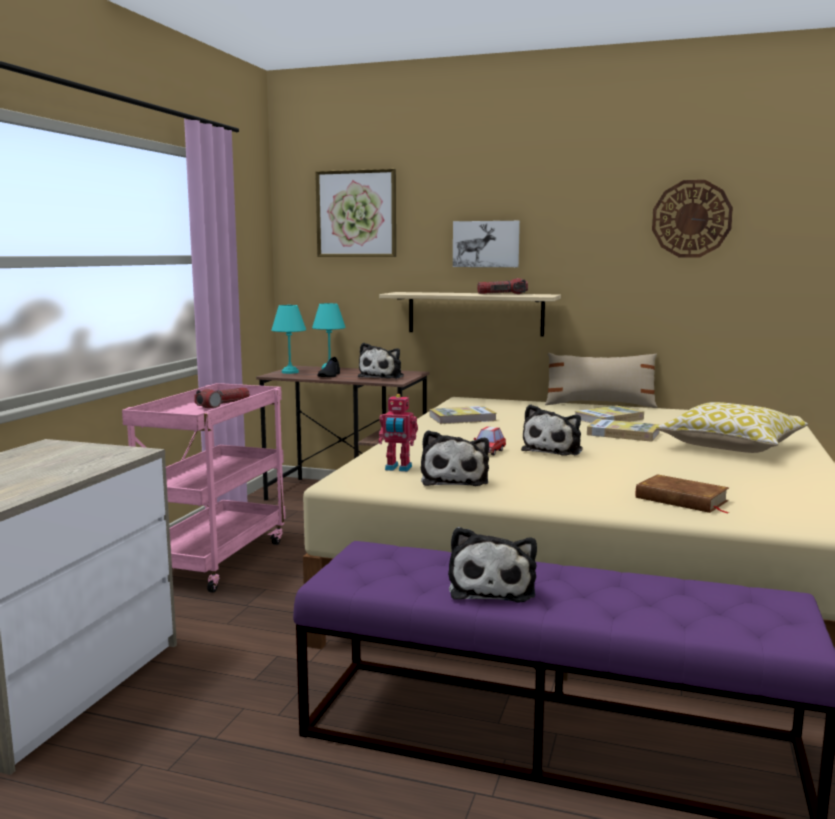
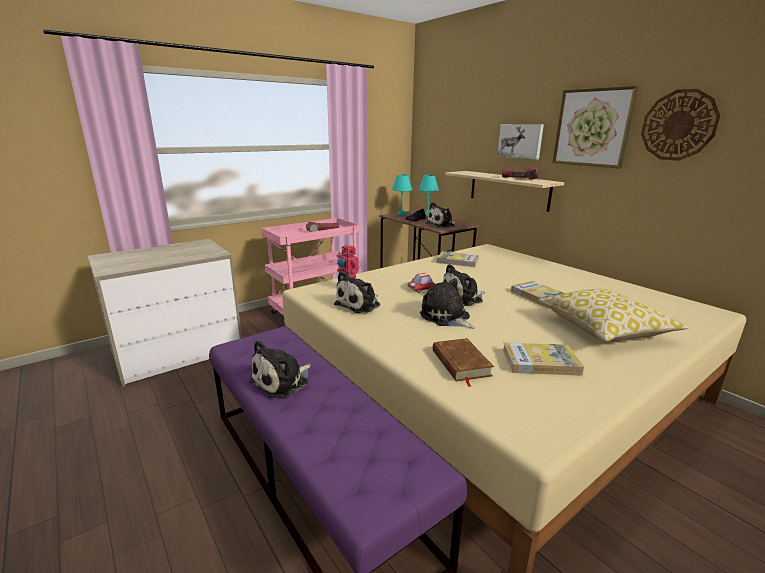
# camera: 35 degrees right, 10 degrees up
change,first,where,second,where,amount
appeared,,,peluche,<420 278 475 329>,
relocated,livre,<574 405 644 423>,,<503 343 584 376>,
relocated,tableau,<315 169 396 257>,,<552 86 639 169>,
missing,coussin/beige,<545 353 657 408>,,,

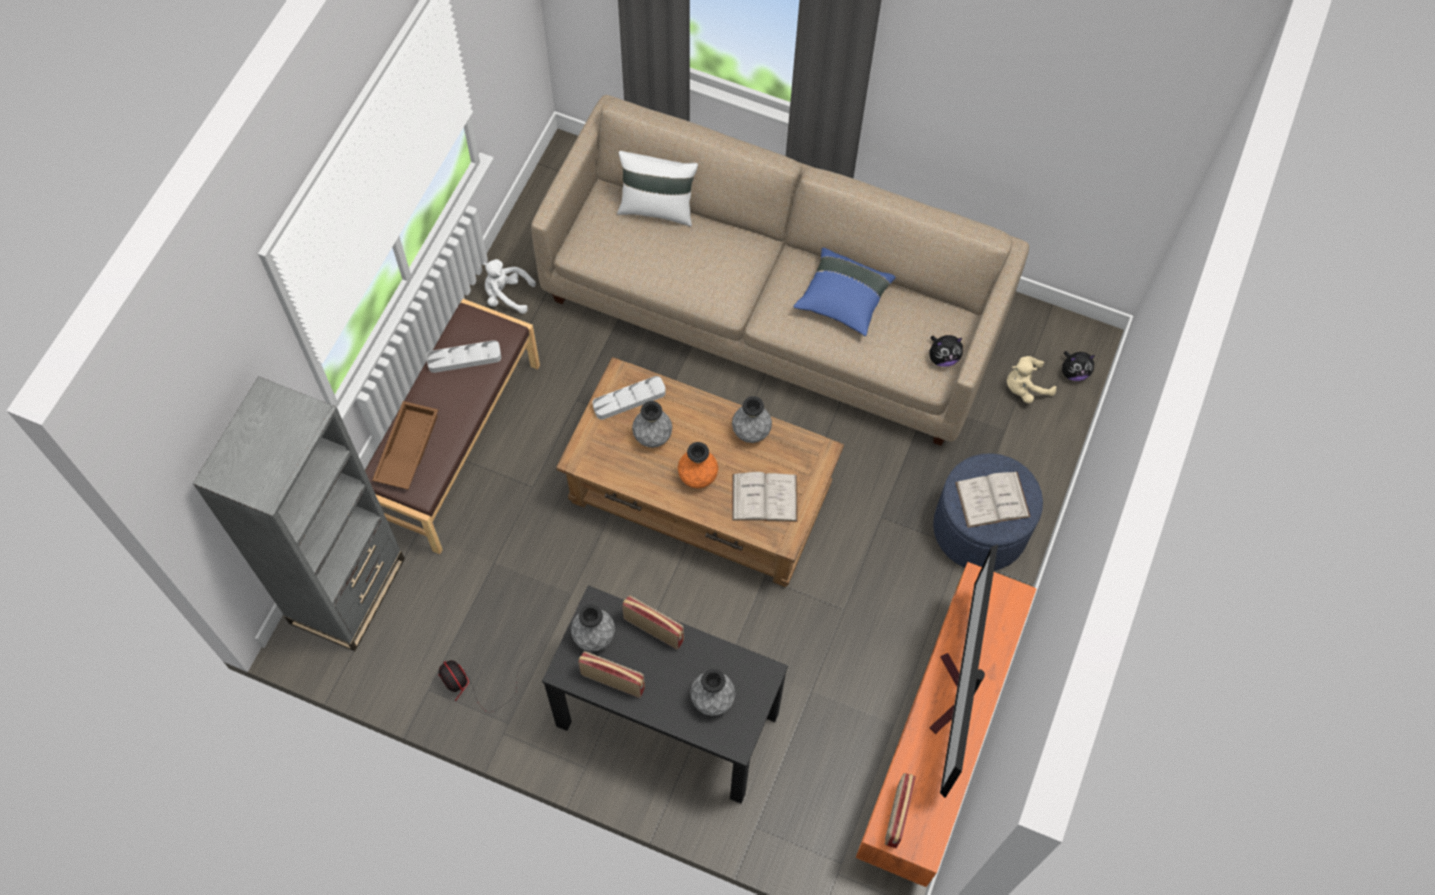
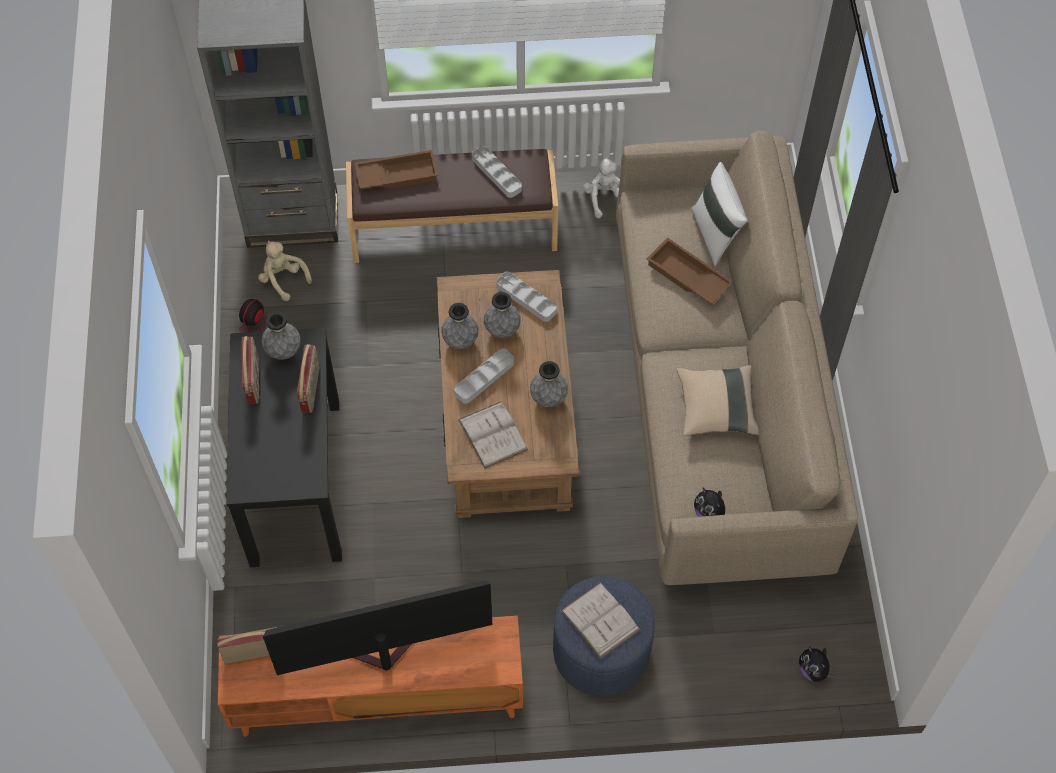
# camera: 65 degrees right, 5 degrees down
change,first,where,second,where,amount
relocated,peluche/beige,<1007 356 1056 404>,,<258 240 312 301>,
relocated,vase/gris,<690 669 735 716>,,<441 303 479 349>,
exchanged,vase/orange,<678 442 718 489>,plateau/gris,<454 349 514 404>,
appeared,,,plateau/marron,<647 238 733 304>,
colour,coussin/bleu,<793 248 896 336>,coussin/beige,<677 365 758 436>,

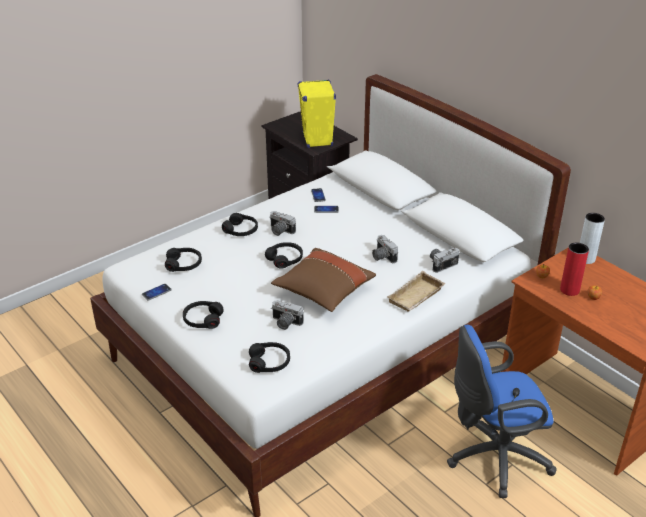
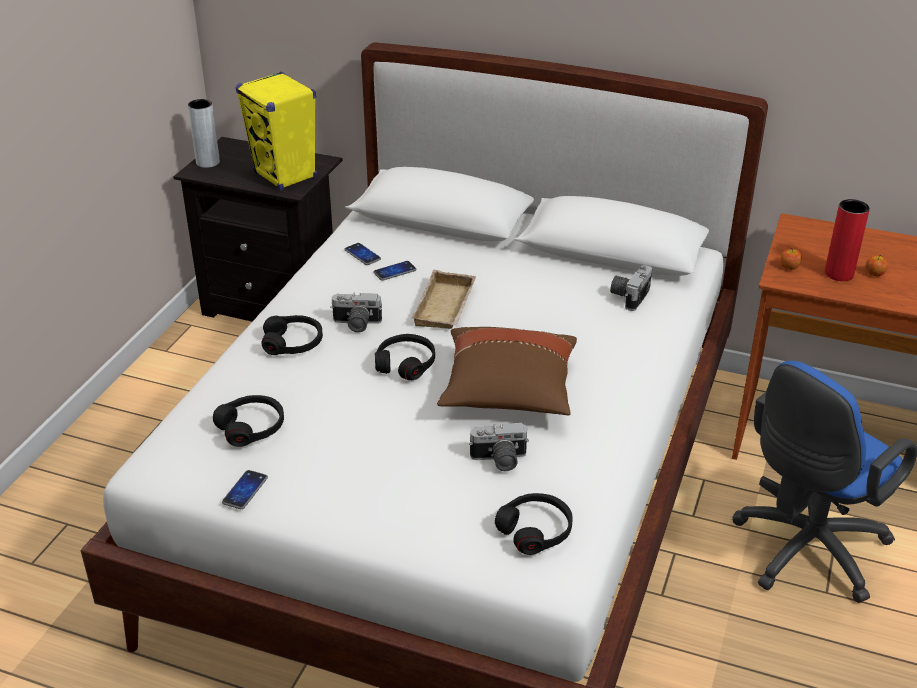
# camera: 30 degrees left, 0 degrees up
change,first,where,second,where,amount
relocated,vase/gris,<580 213 605 264>,,<188 99 220 168>,
relocated,plateau/beige,<387 271 446 312>,,<411 270 476 329>,
missing,casque audio/noir,<183 301 224 329>,,,
missing,appareil photo,<372 235 398 263>,,,

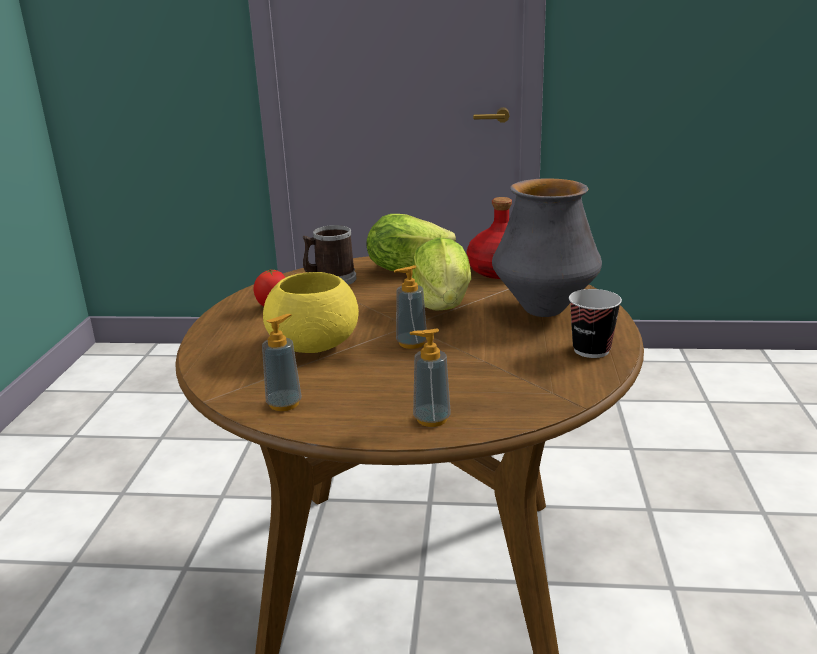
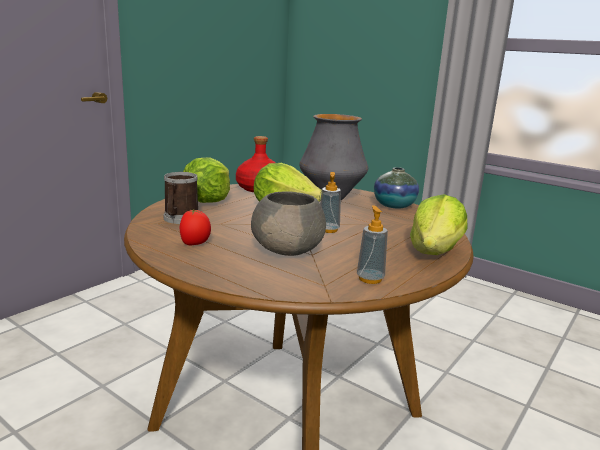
# camera: 60 degrees left, 5 degrees down
change,first,where,second,where,amount
colour,bol/jaune,<263 272 359 353>,bol/gris,<251 191 326 256>,
exchanged,tasse,<569 289 622 358>,vase,<374 167 419 209>,
exchanged,distributeur de savon,<410 329 451 427>,laitue,<410 194 467 255>,

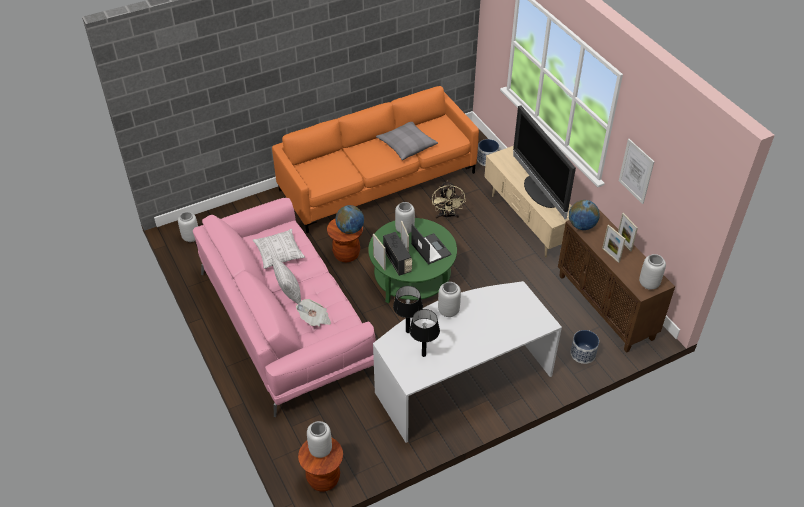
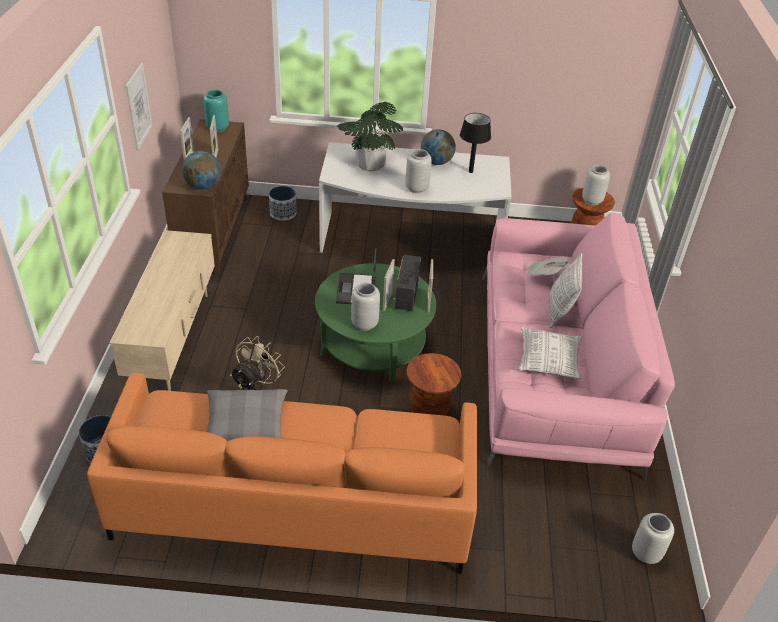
# camera: 150 degrees left, 5 degrees down
change,first,where,second,where,amount
colour,vase/gris,<639 254 666 290>,vase/turquoise,<204 90 229 132>,
appeared,,,plante en pot,<336 102 404 172>,
relocated,globe,<335 205 364 234>,,<421 129 456 165>,
missing,lampe de table/noir,<393 286 423 333>,,,
missing,téléviseur,<513 106 576 219>,,,

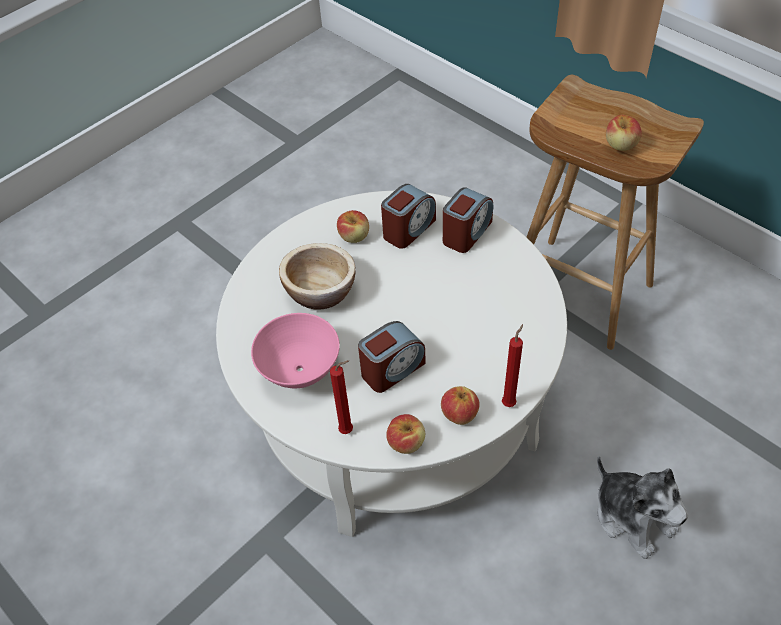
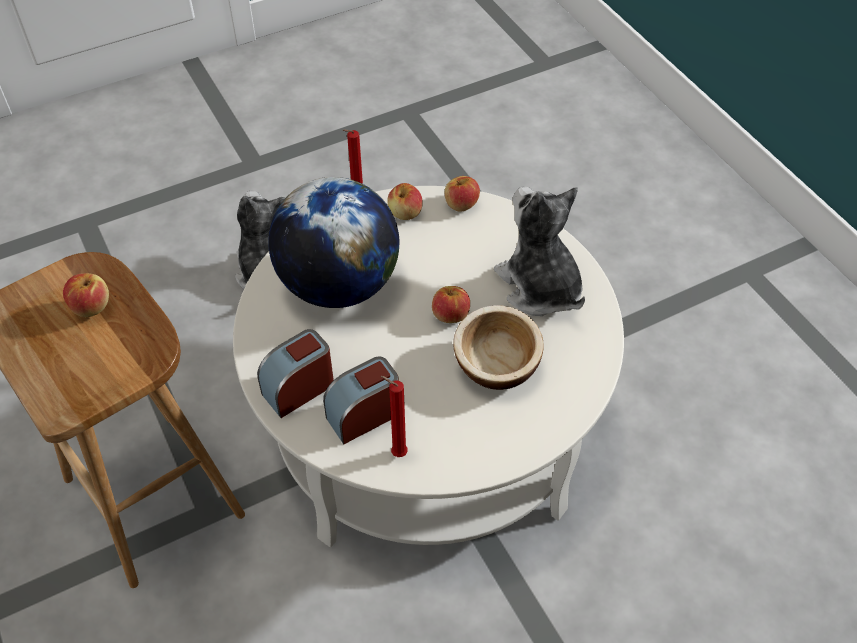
# camera: 165 degrees left, 0 degrees up
change,first,where,second,where,amount
appeared,,,globe,<268 177 400 308>,
relocated,bougie/rouge,<330 360 353 434>,,<381 376 408 457>,
relocated,pomme,<337 210 369 243>,,<432 286 470 323>,
exchanged,bol/rose,<251 313 340 388>,peluche,<494 187 585 316>,
missing,réveil,<358 321 426 393>,,,

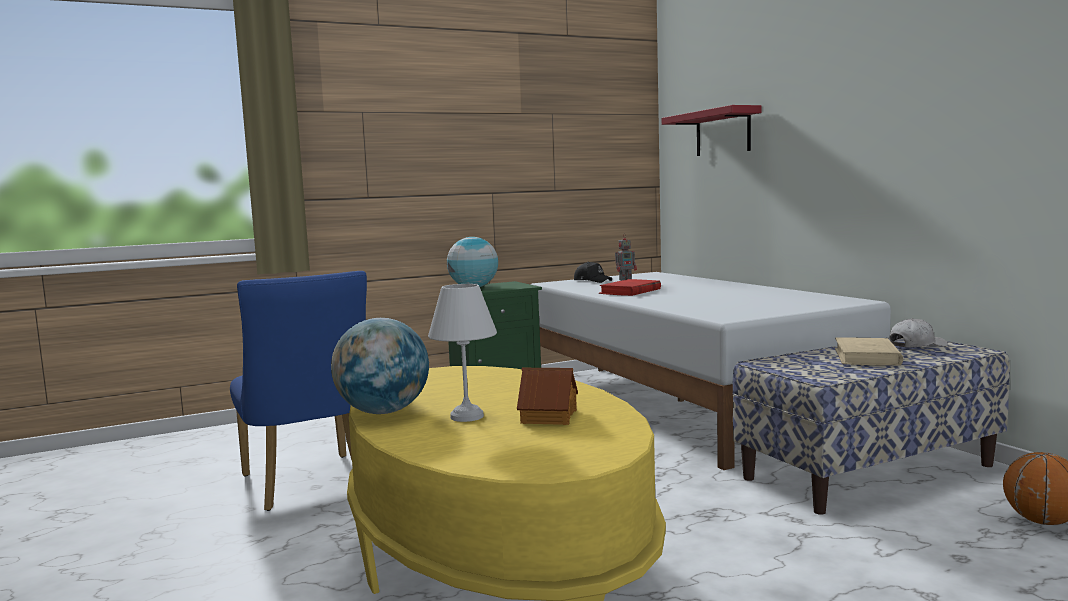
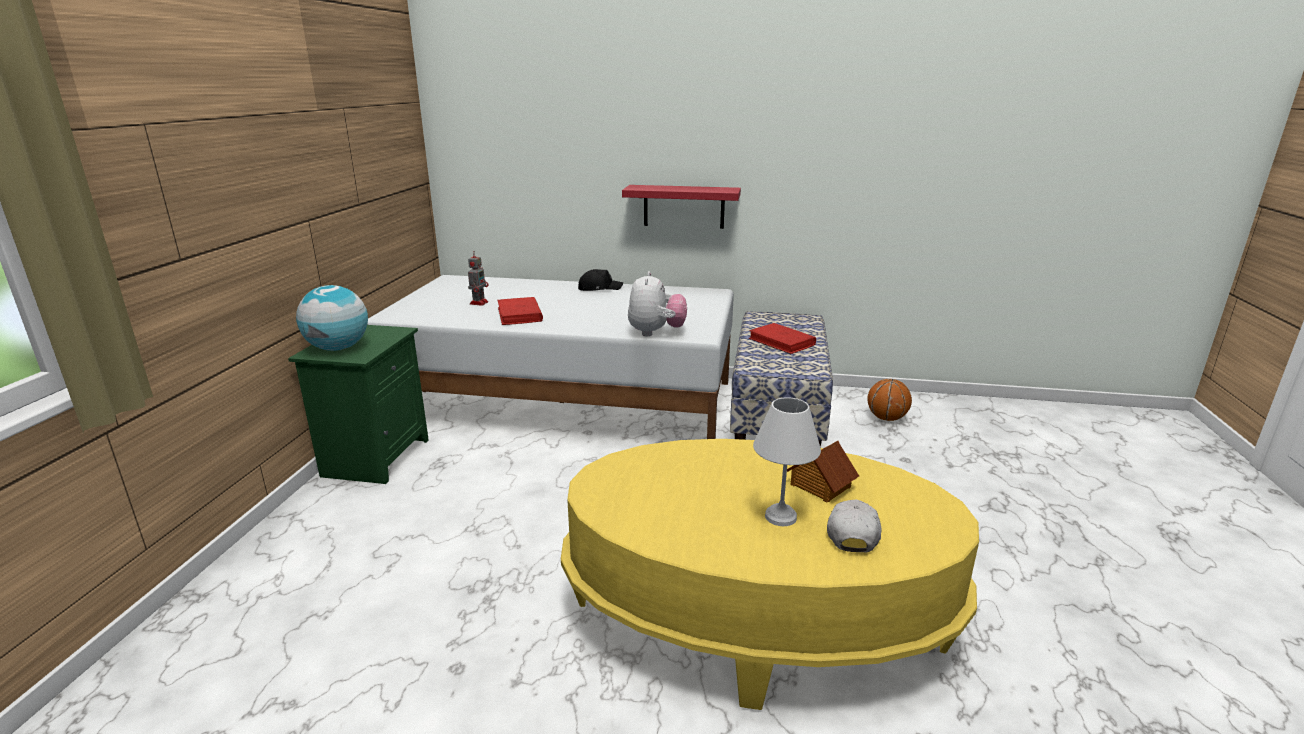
# camera: 55 degrees left, 15 degrees up
change,first,where,second,where,amount
relocated,casquette/noir,<574 262 612 283>,,<578 269 623 291>,
relocated,étagère/rouge,<662 105 762 156>,,<622 185 741 229>,
appeared,,,peluche,<628 271 687 336>,
colour,livre/beige,<835 337 903 366>,livre/rouge,<749 323 816 354>,
relocated,casquette/blanc,<889 318 948 348>,,<827 500 882 552>,
missing,chaise/bleu,<230 271 367 511>,,,
missing,globe,<331 318 429 414>,,,

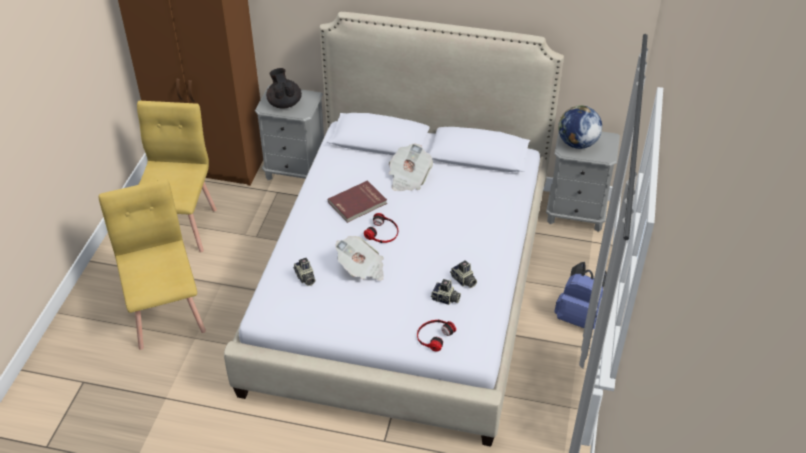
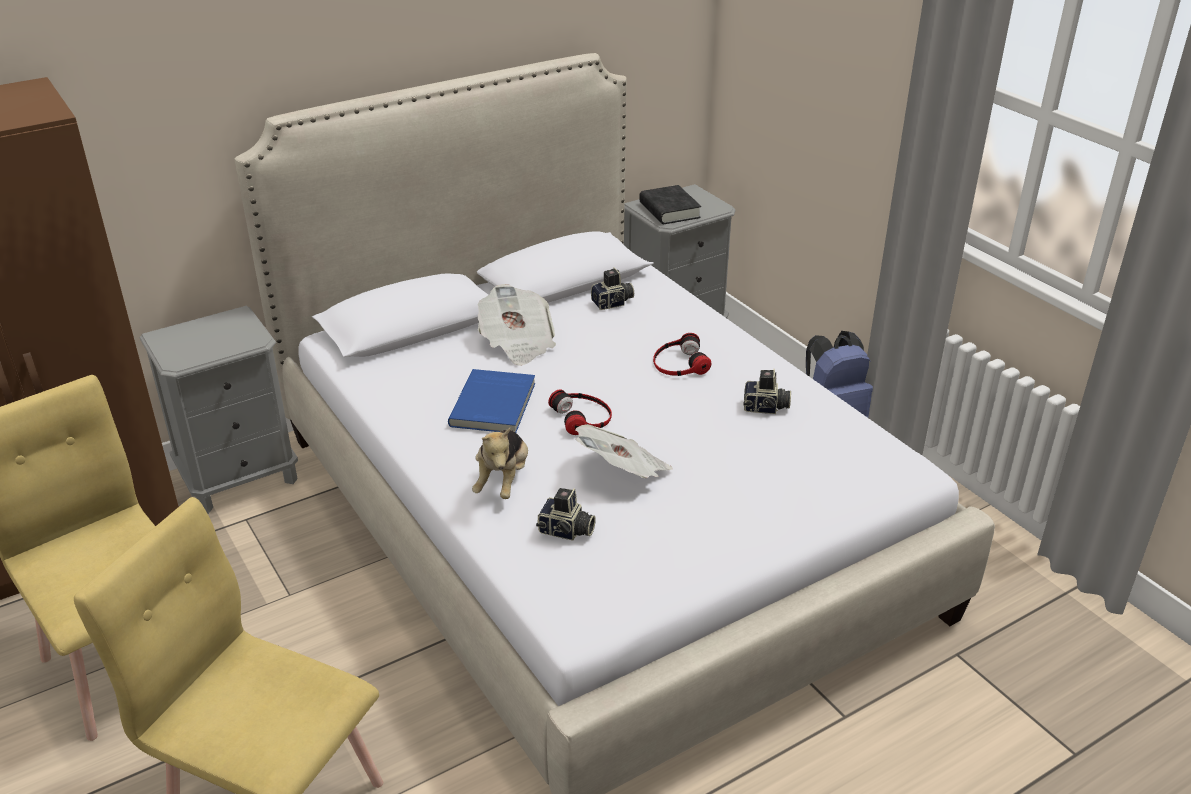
# camera: 45 degrees left, 10 degrees down
change,first,where,second,where,amount
colour,livre/rouge,<328 180 387 223>,livre/bleu,<448 369 535 432>,
appeared,,,peluche,<472 428 528 499>,
relocated,appareil photo,<431 279 461 305>,,<591 267 634 310>,
exchanged,globe,<558 105 602 149>,livre/noir,<639 185 701 224>,
relocated,casque audio,<417 320 456 352>,,<653 333 711 376>,
missing,théière/noir,<266 68 302 109>,,,

